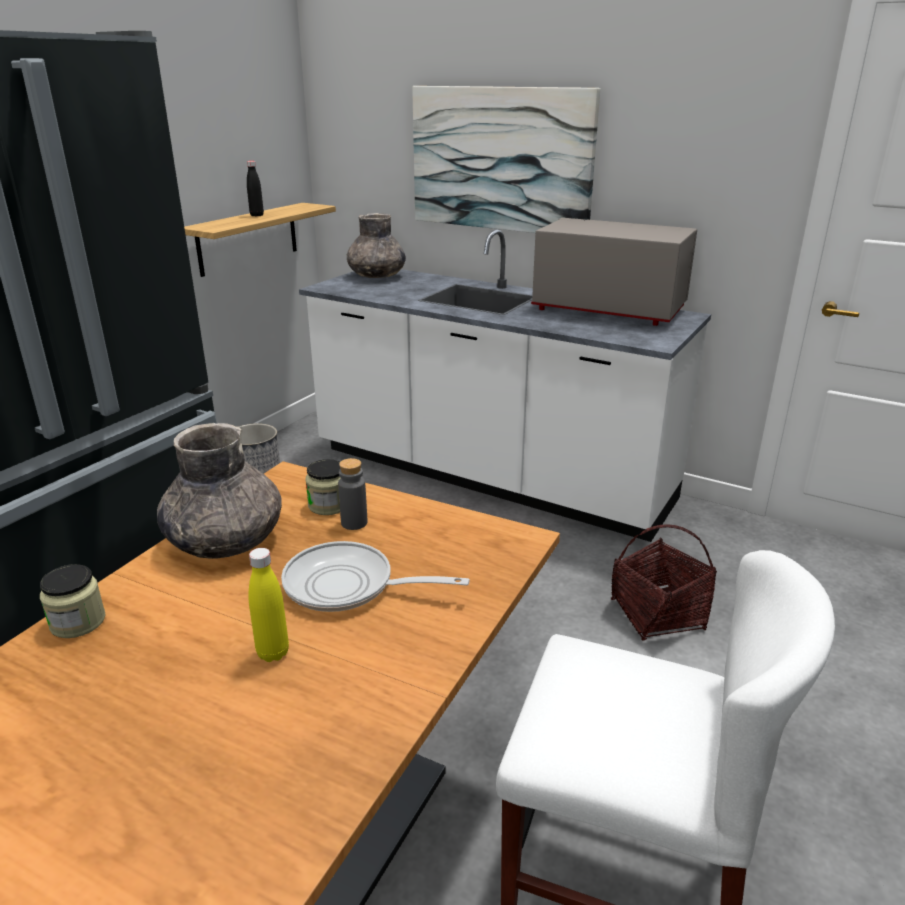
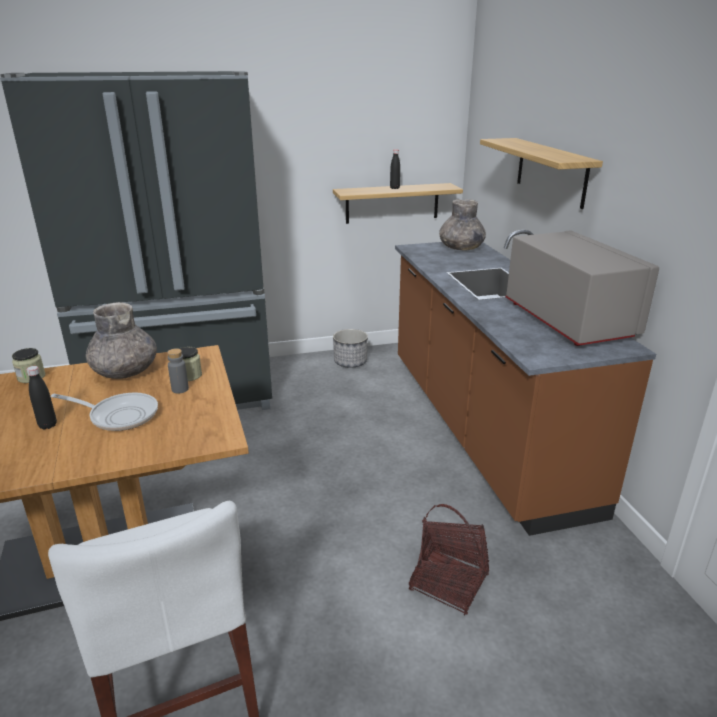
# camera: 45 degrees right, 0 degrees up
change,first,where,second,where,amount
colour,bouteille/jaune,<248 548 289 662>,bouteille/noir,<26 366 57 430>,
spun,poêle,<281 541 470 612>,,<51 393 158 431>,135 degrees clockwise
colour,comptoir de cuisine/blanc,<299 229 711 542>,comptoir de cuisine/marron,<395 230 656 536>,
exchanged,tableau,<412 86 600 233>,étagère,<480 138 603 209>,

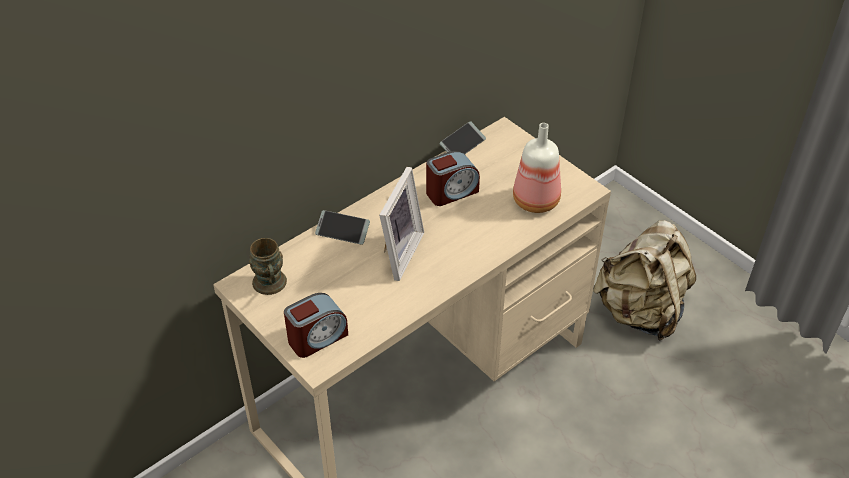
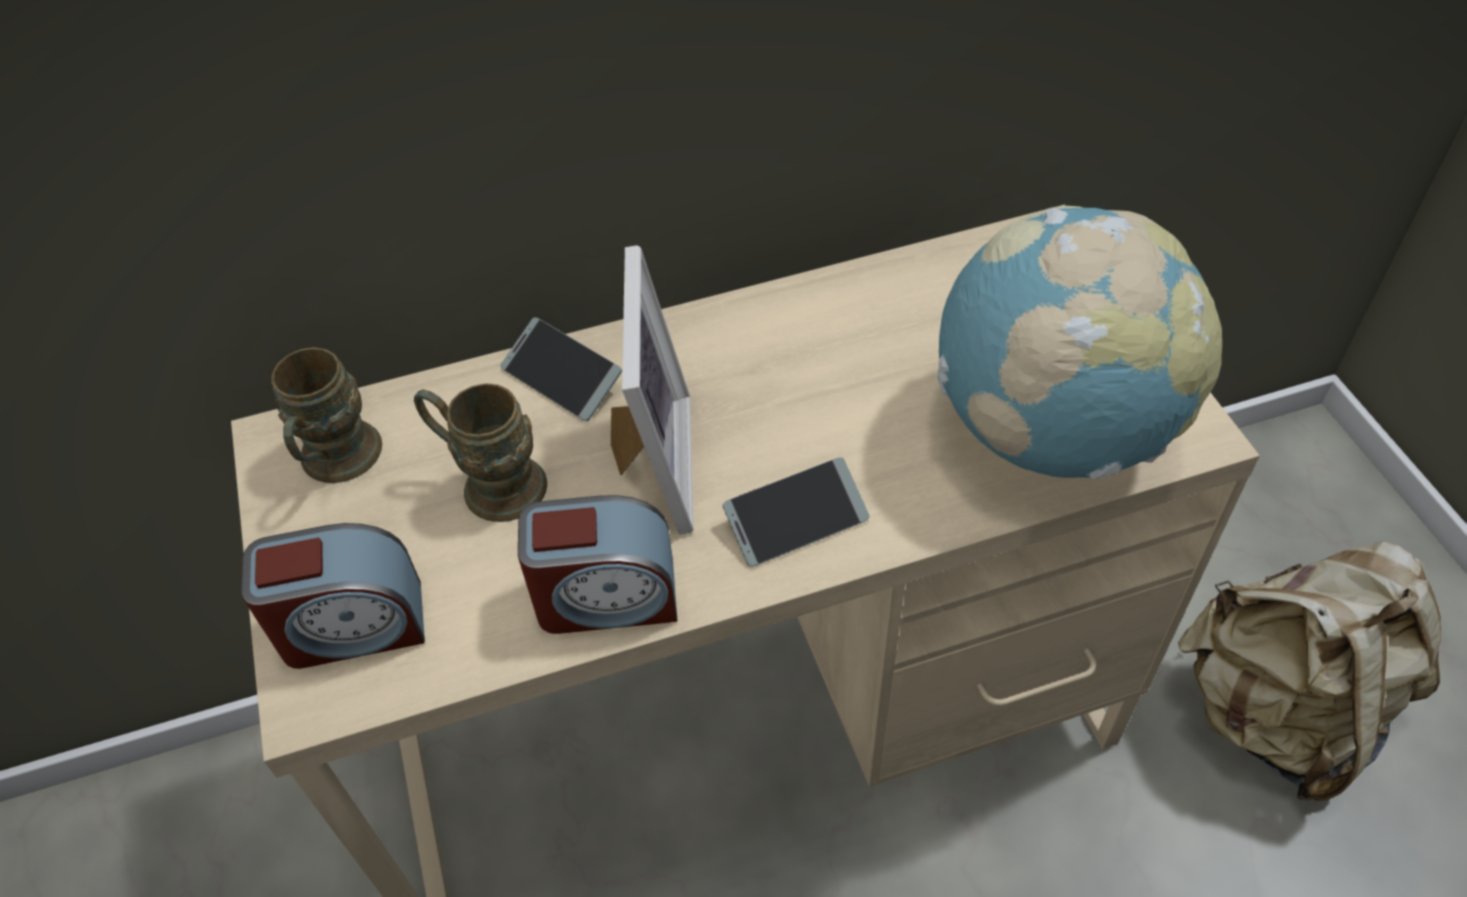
# camera: 25 degrees right, 5 degrees up
change,first,where,second,where,amount
appeared,,,mug/marron,<414 383 547 522>,
relocated,réveil,<426 151 480 206>,,<518 495 678 634>,
spun,cadre photo,<379 167 424 281>,,<611 245 693 535>,45 degrees counterclockwise
relocated,téléphone,<439 121 486 154>,,<723 457 870 567>,
exchanged,bouteille,<513 123 561 213>,globe,<937 206 1222 479>,

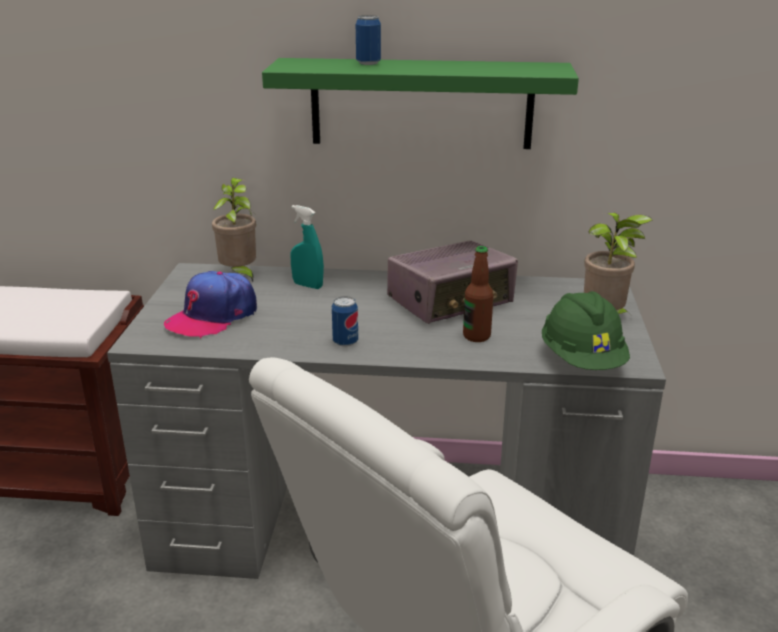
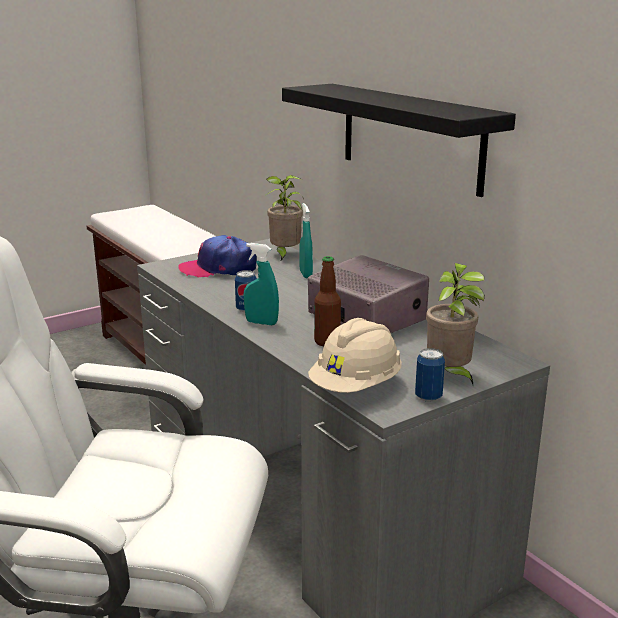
# camera: 50 degrees right, 5 degrees down
change,first,where,second,where,amount
appeared,,,vaporisateur/turquoise,<244 243 279 325>,
colour,étagère/vert,<262 58 579 149>,étagère/noir,<282 84 516 197>,
spun,radio,<387 240 518 324>,,<308 255 429 333>,150 degrees counterclockwise
colour,casque de chantier/vert,<542 291 630 370>,casque de chantier/beige,<308 318 402 393>,
relocated,boîte métallique,<356 15 381 65>,,<415 348 445 402>,

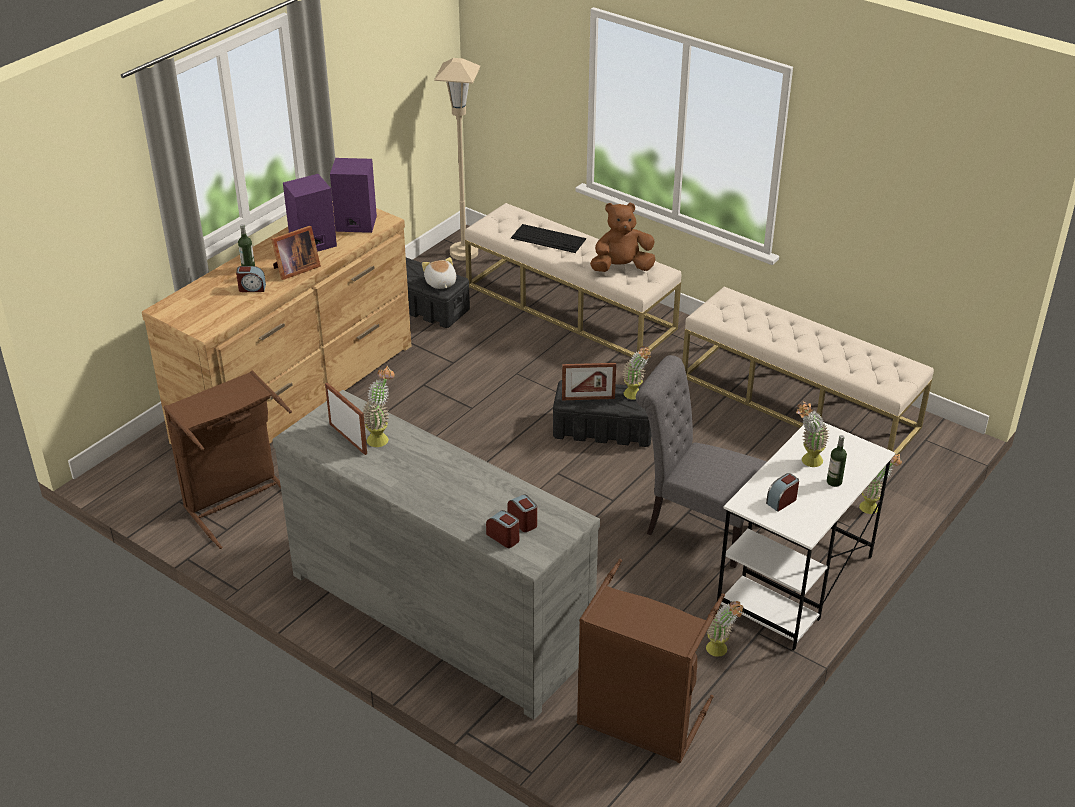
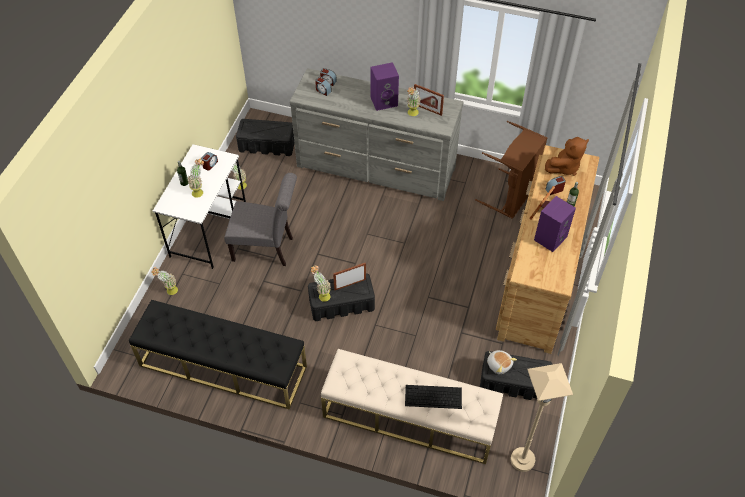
# camera: 160 degrees right, 15 degrees up
change,first,where,second,where,amount
colour,banc/beige,<682 287 934 454>,banc/noir,<129 300 307 409>,
exchanged,panier à linge/marron,<577 559 725 763>,boîte de rangement/noir,<236 119 294 156>,
relocated,enceinte/violet,<330 158 377 233>,,<371 62 399 111>,
relocated,peluche/marron,<590 203 656 272>,,<545 137 589 176>,

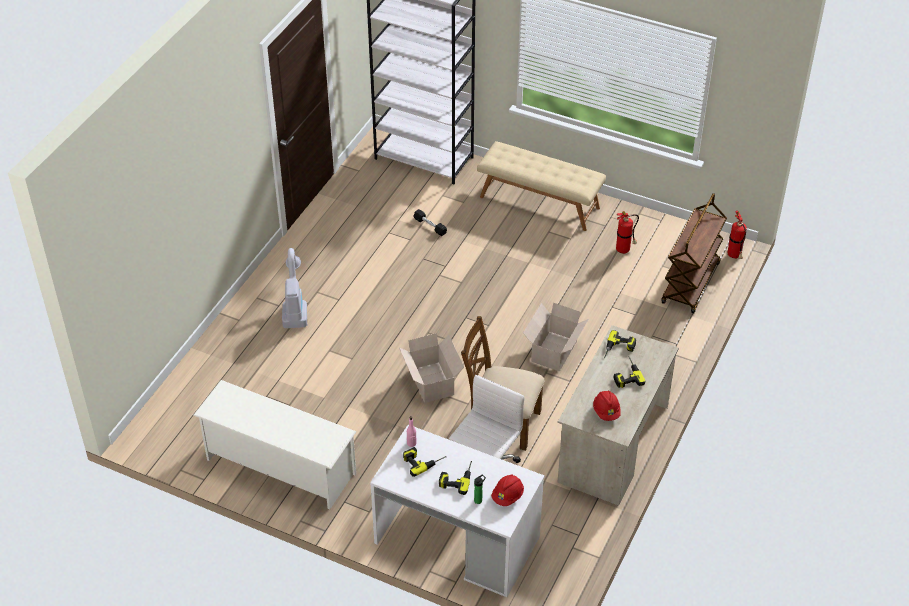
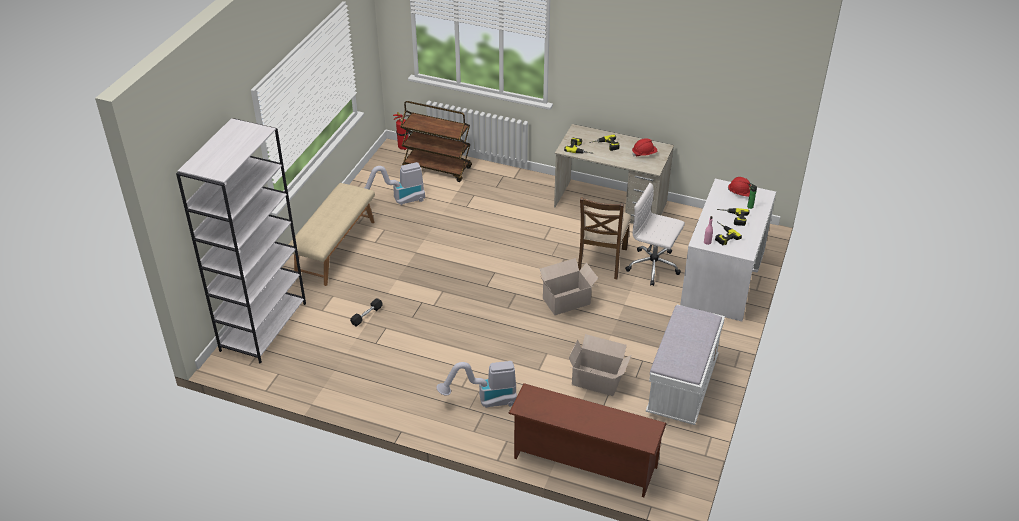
# camera: 95 degrees left, 5 degrees down
change,first,where,second,where,amount
exchanged,extincteur,<616 211 639 254>,aspirateur,<364 162 425 205>,
appeared,,,étagère à chaussures/marron,<508 383 667 497>,
relocated,carton,<523 303 589 372>,,<569 334 631 396>,
exchanged,étagère à chaussures/blanc,<193 380 356 509>,banc/blanc,<646 305 725 425>,

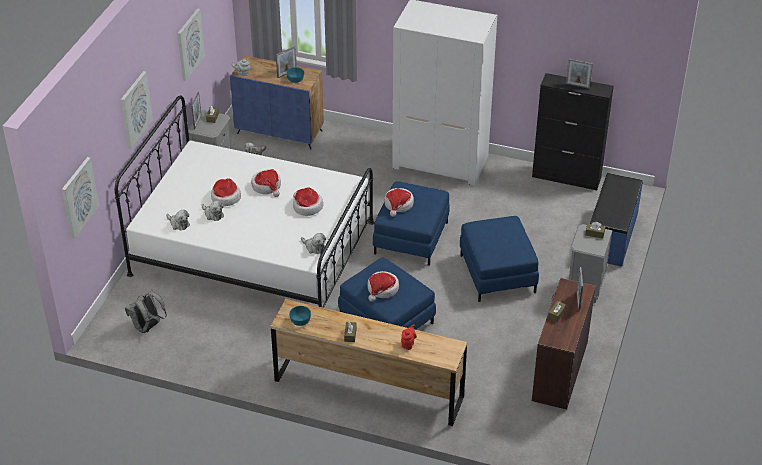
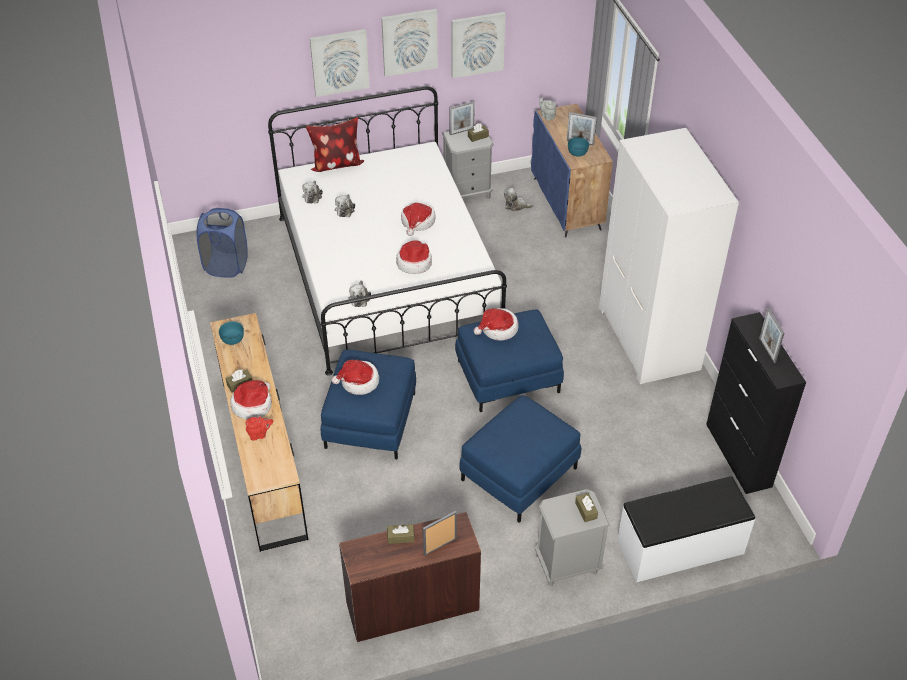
# camera: 55 degrees right, 5 degrees up
change,first,where,second,where,amount
exchanged,sac à dos/gris,<125 290 167 333>,panier à linge/bleu,<197 208 248 278>,
relocated,chapeau,<211 178 241 206>,,<230 380 272 419>,
appeared,,,coussin,<306 117 364 172>,
relocated,tableau,<62 157 99 239>,,<381 9 438 77>,
colour,banc/bleu,<590 173 643 267>,banc/blanc,<617 476 755 582>,

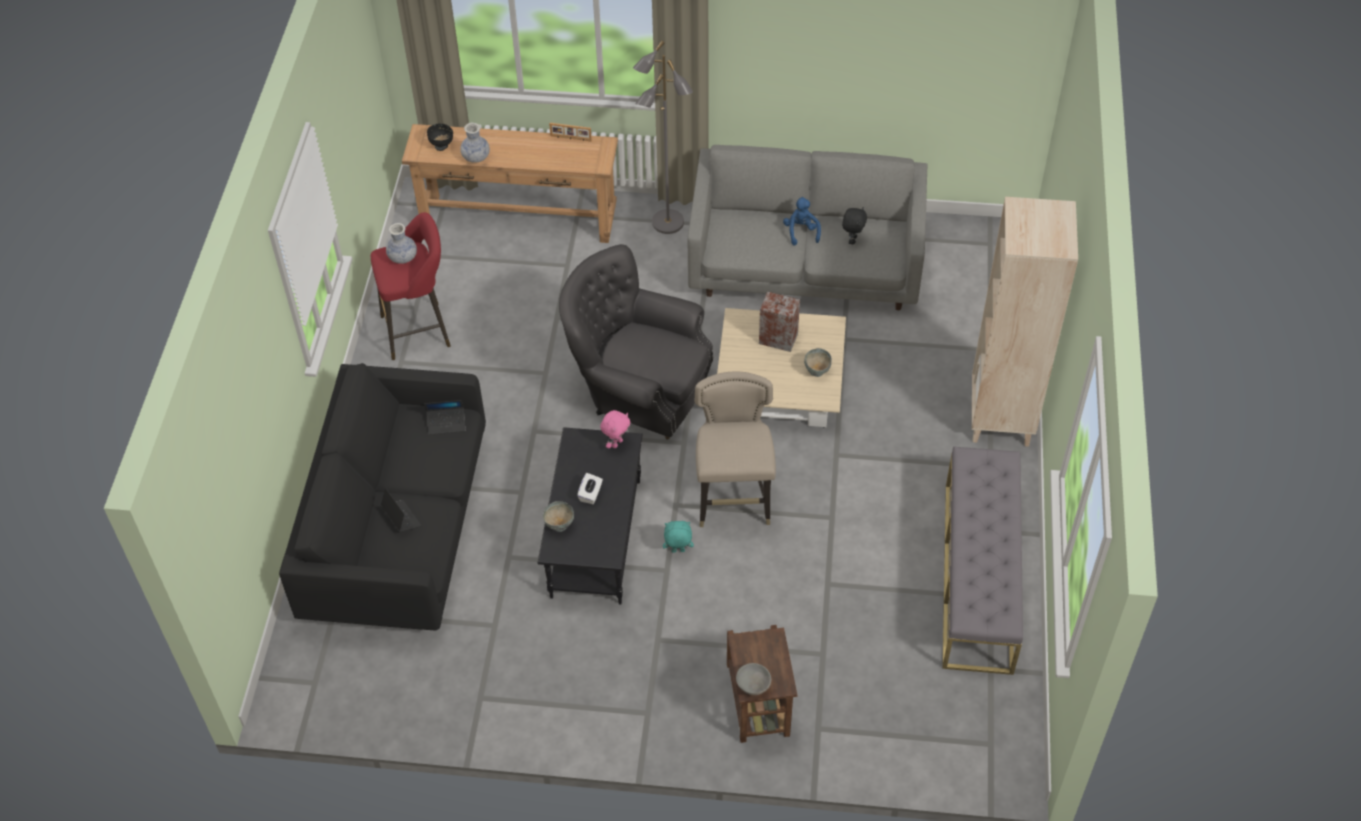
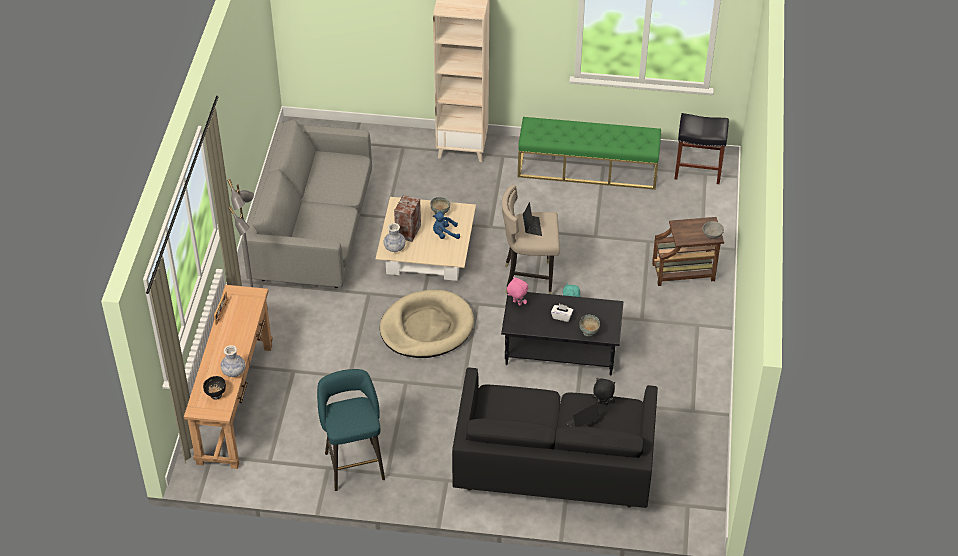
# camera: 90 degrees left, 5 degrees down
change,first,where,second,where,amount
colour,tabouret/rouge,<371 212 451 360>,tabouret/turquoise,<317 369 385 491>,
exchanged,fauteuil/gris,<559 244 713 440>,panier pour chien/beige,<380 290 474 358>,
relocated,vase,<386 223 417 264>,,<384 223 406 252>,
relocated,peluche/bleu,<783 197 821 246>,,<433 212 460 239>,
colour,banc/gris,<943 446 1023 675>,banc/vert,<518 117 661 190>,
relocated,ordinateur portable,<424 400 465 435>,,<523 202 542 236>,
relocated,peluche/noir,<842 207 867 244>,,<592 378 615 405>,
appeared,,,tabouret/noir,<675 113 729 184>,

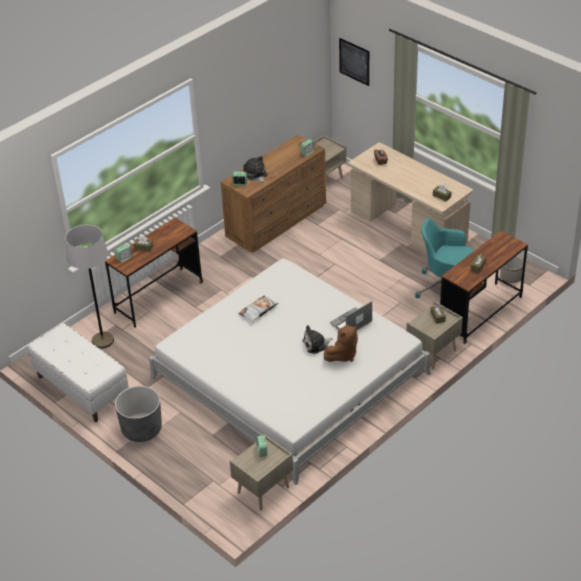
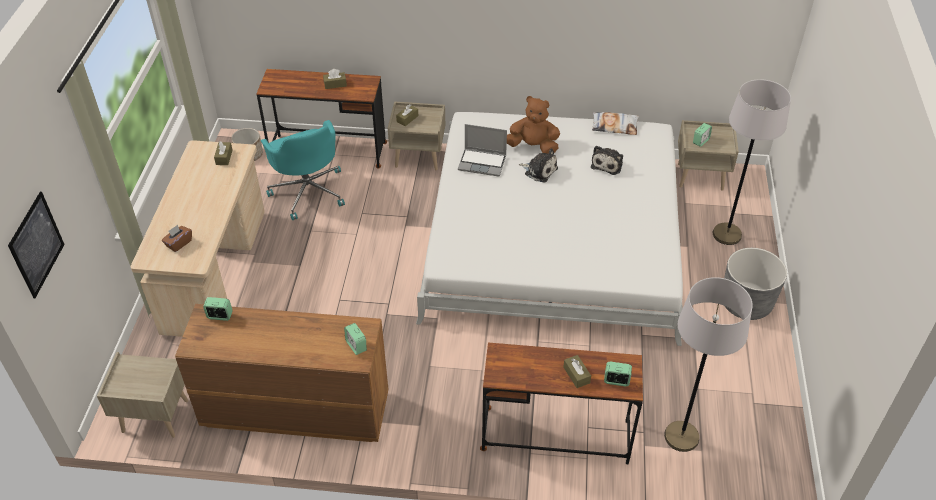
# camera: 130 degrees left, 5 degrees up
change,first,where,second,where,amount
relocated,peluche,<243 156 267 183>,,<591 146 623 175>,
relocated,coussin,<238 296 279 322>,,<592 112 639 135>,
appeared,,,lampadaire/gris,<713 79 791 245>,
missing,banc/blanc,<28 323 129 422>,,,

